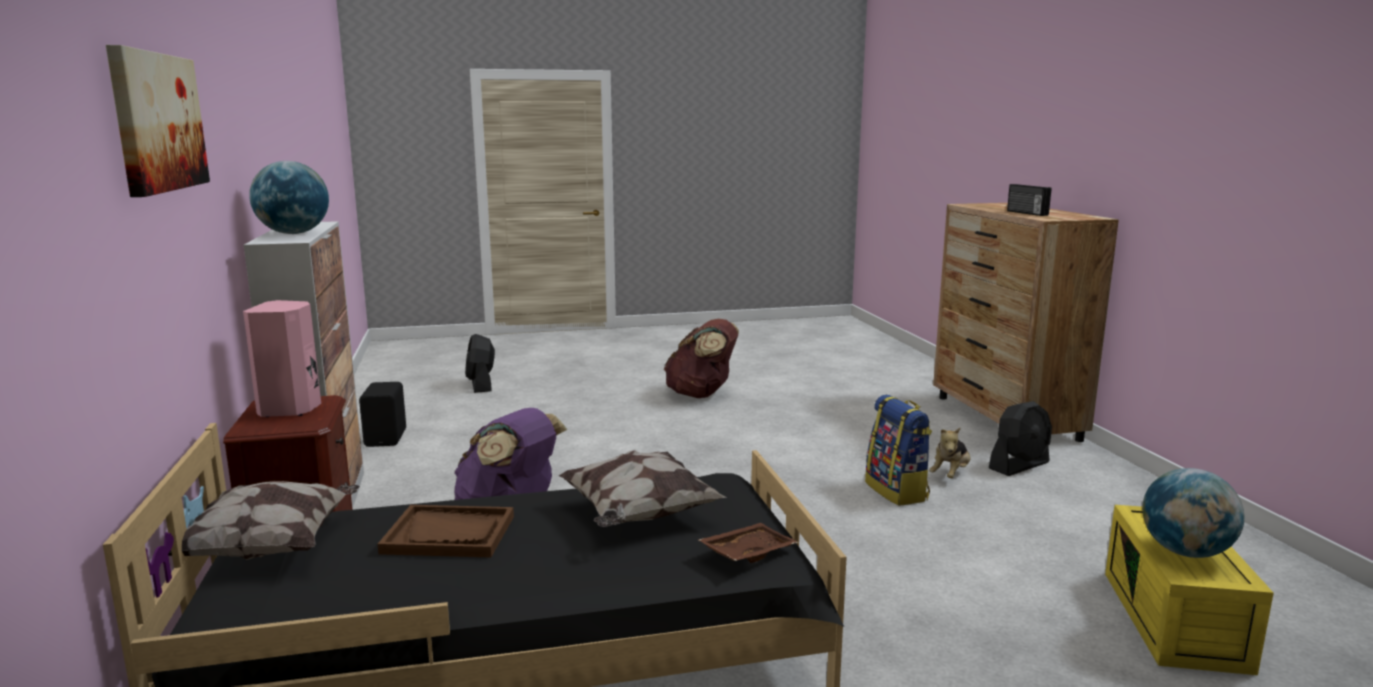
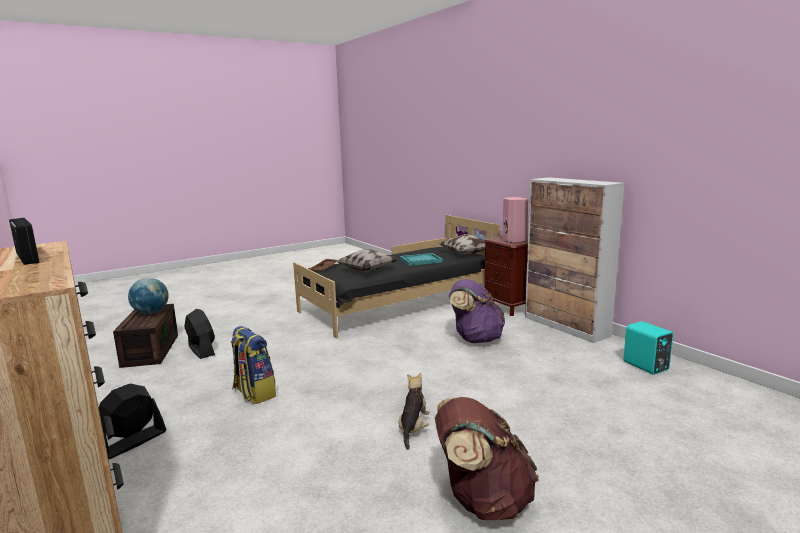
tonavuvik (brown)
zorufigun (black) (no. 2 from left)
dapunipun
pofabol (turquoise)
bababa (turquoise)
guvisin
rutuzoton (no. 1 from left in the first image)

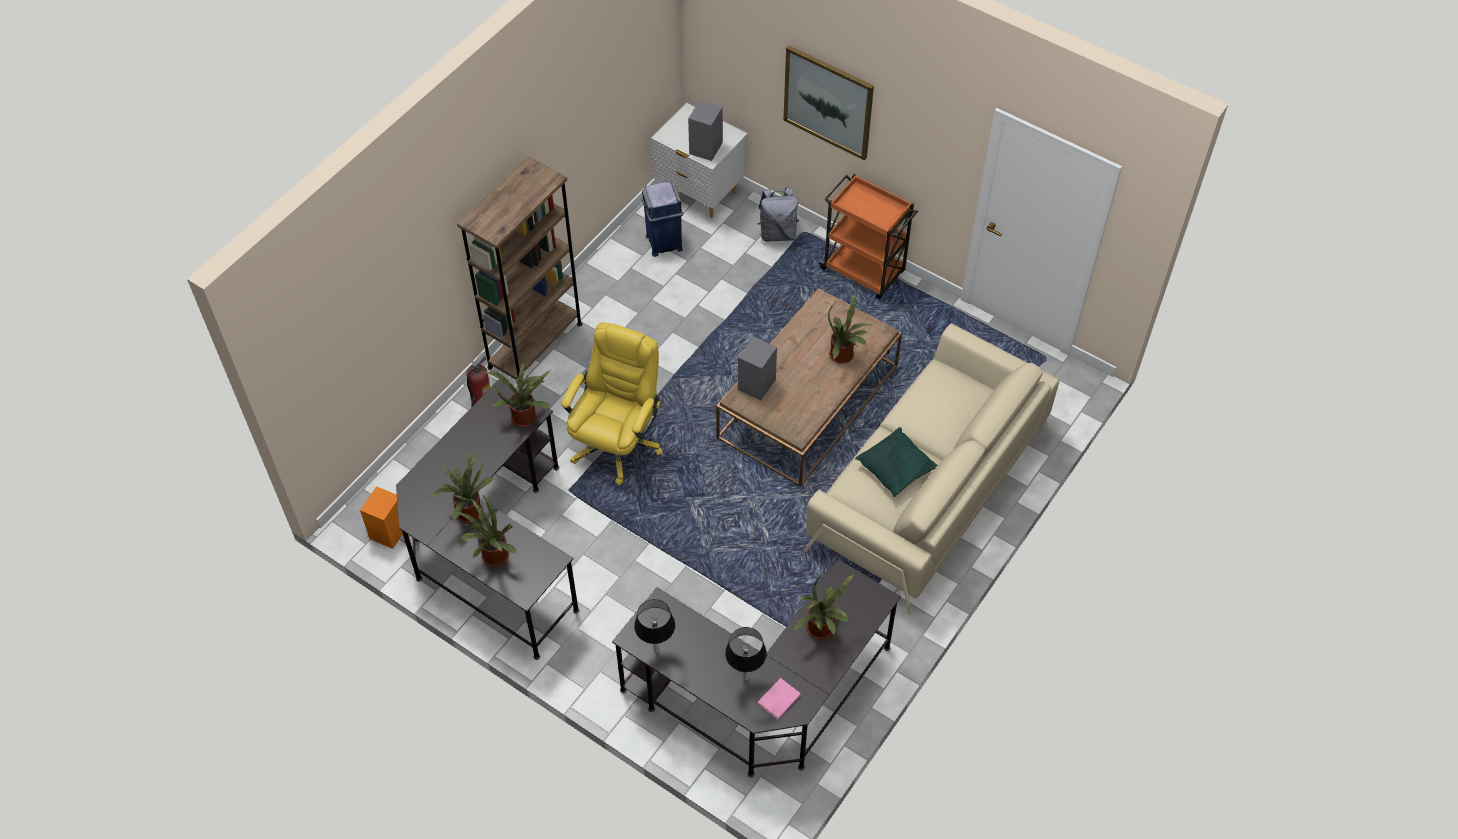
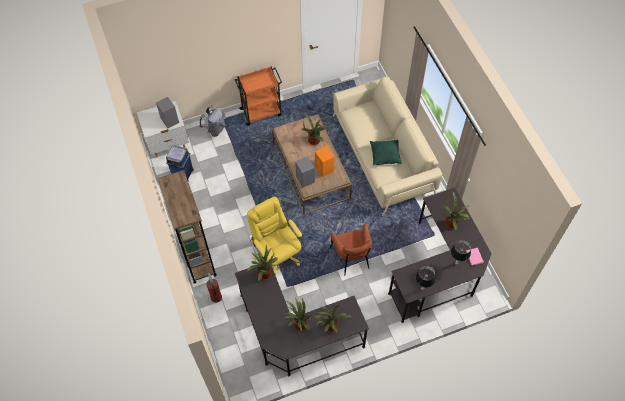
bababa (orange)
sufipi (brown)
guvisin

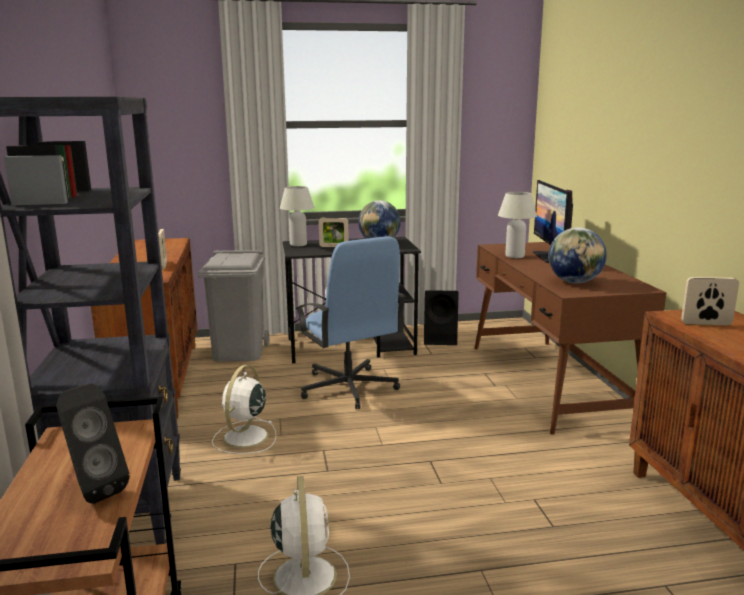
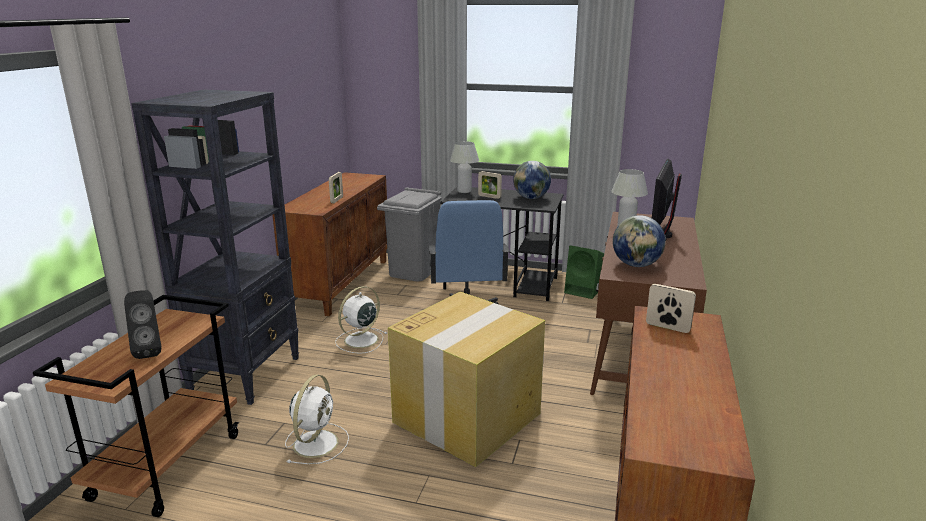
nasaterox
bababa (green)

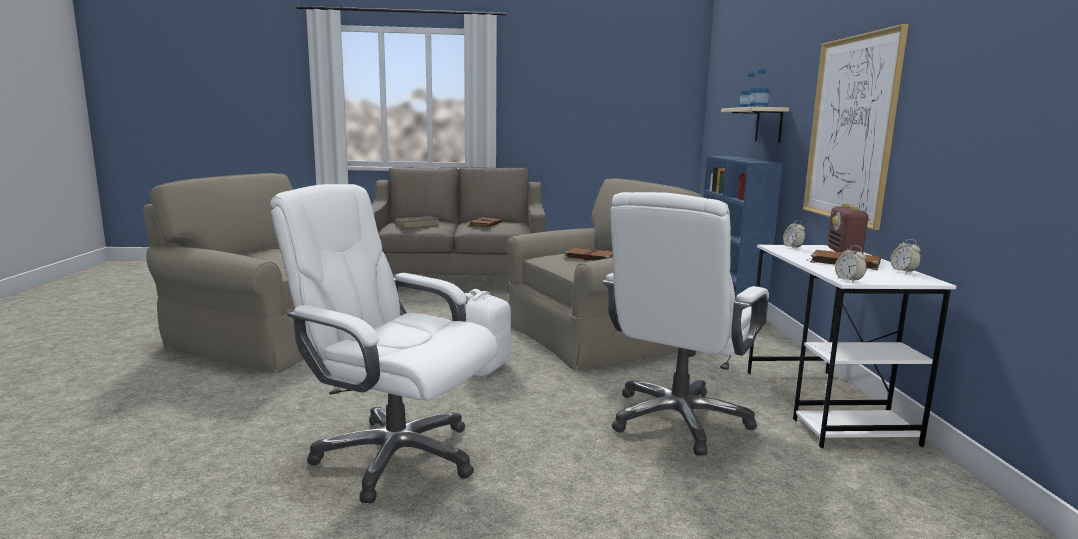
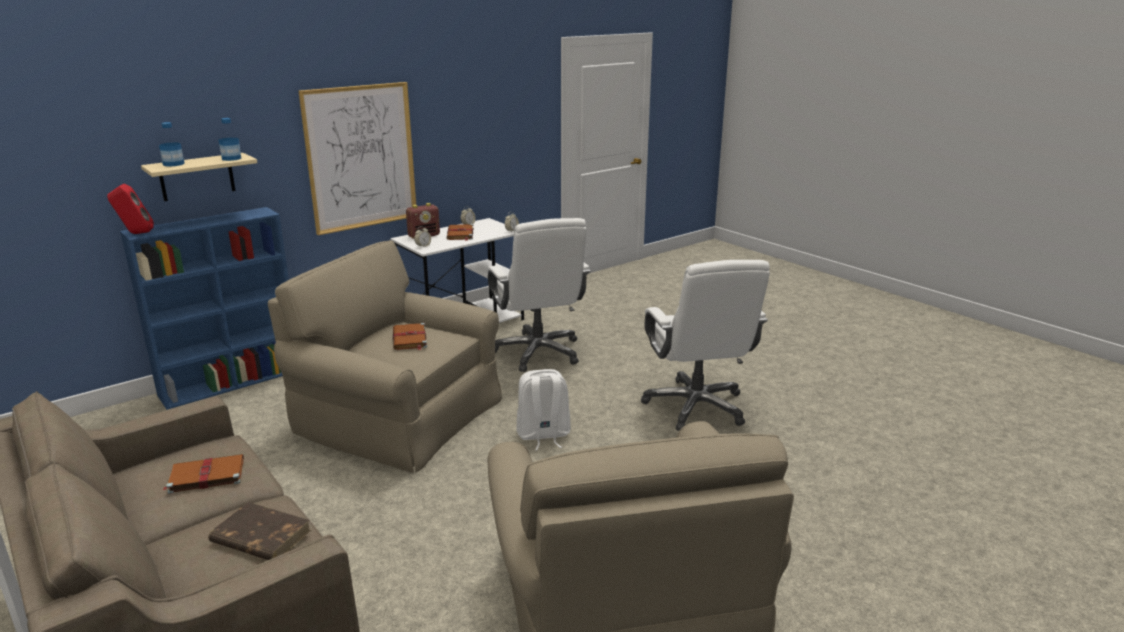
bababa (red)
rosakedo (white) (no. 1 from left)

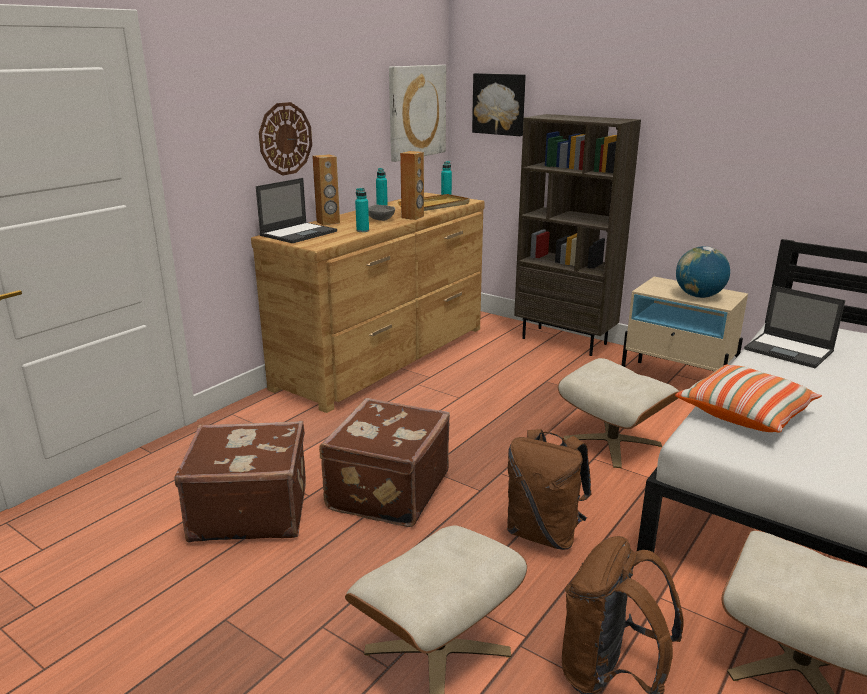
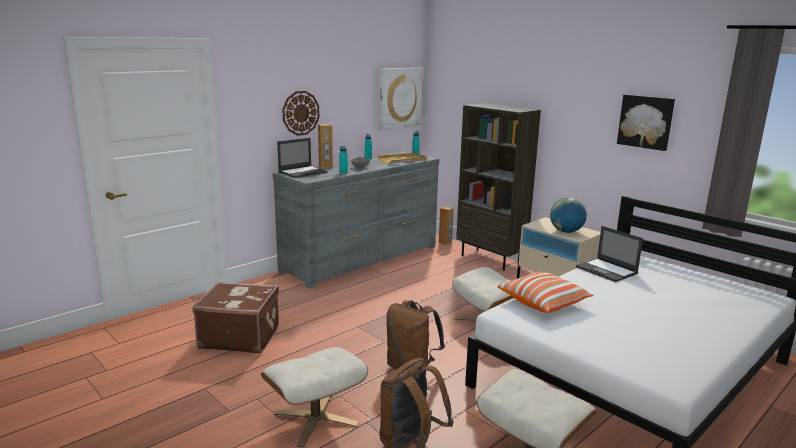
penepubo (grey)
bababa (brown) (no. 2 from left)
guvisin (no. 2 from left)
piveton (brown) (no. 2 from left in the first image)

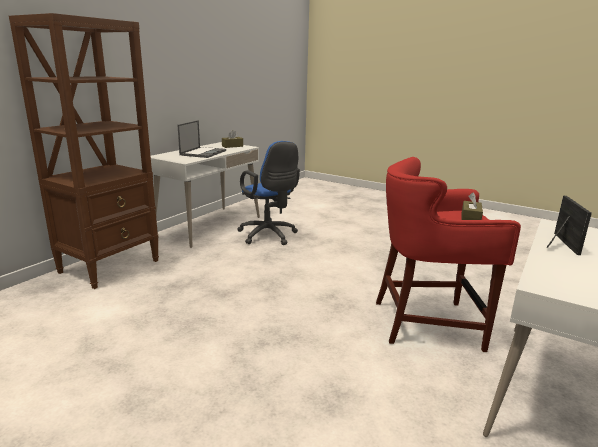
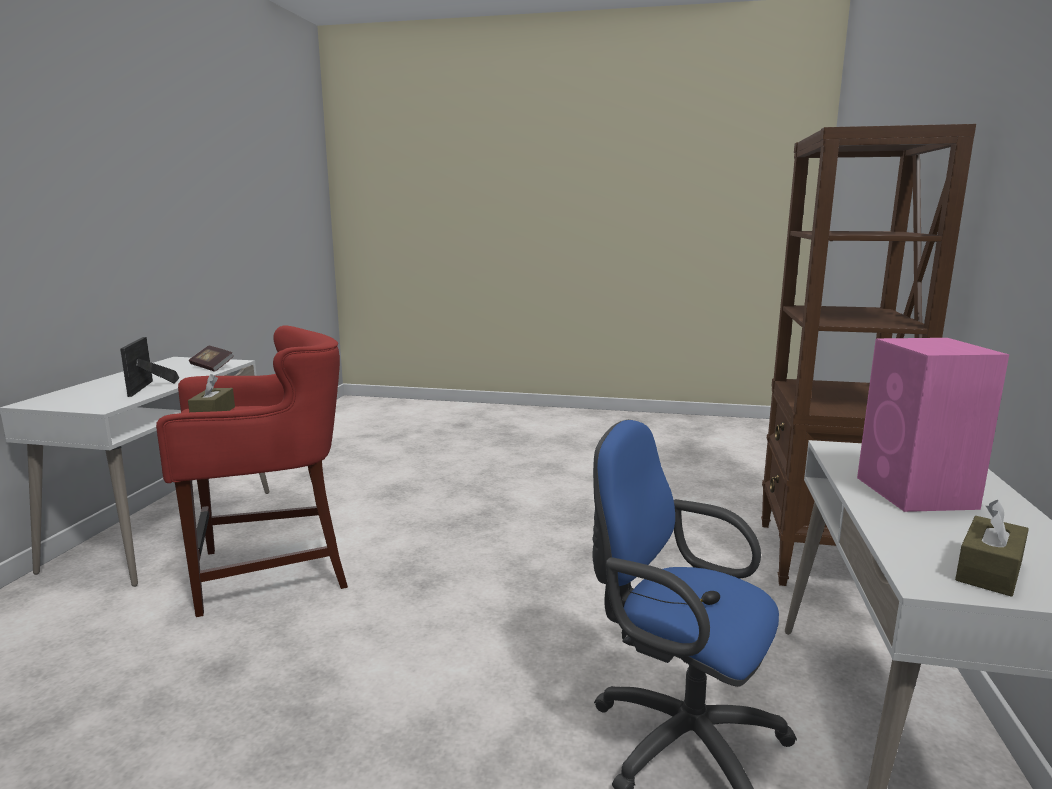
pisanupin
bababa (pink)

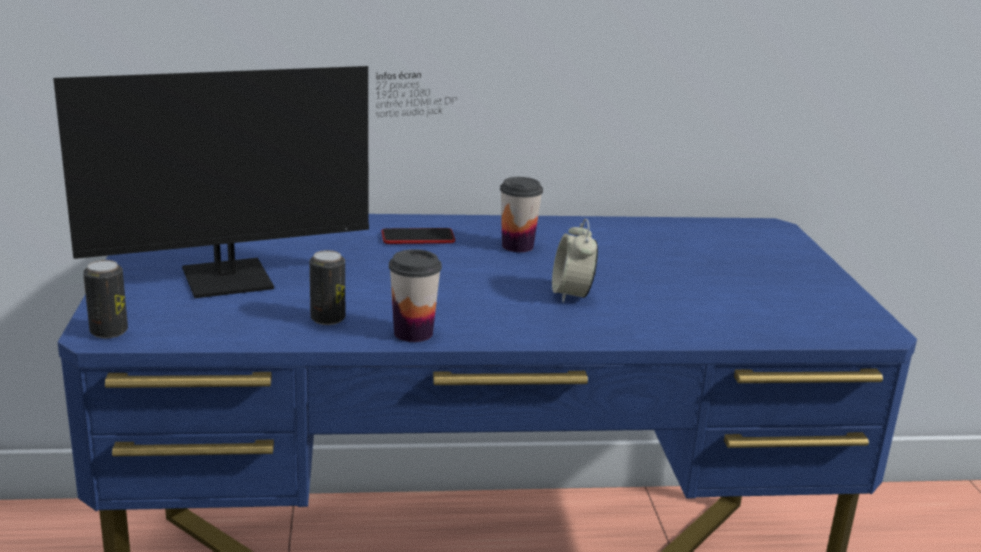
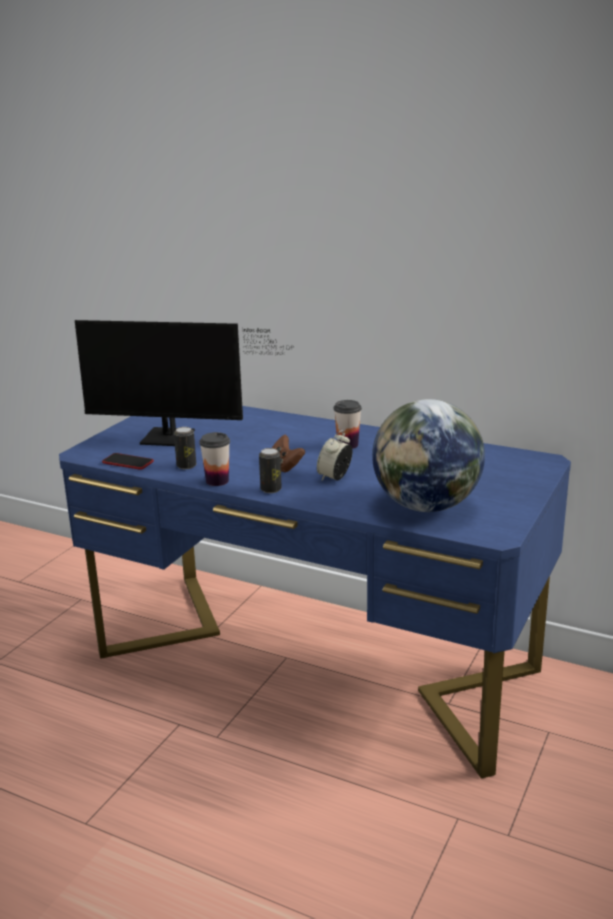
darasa
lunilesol (no. 2 from left)
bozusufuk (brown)
rutuzoton

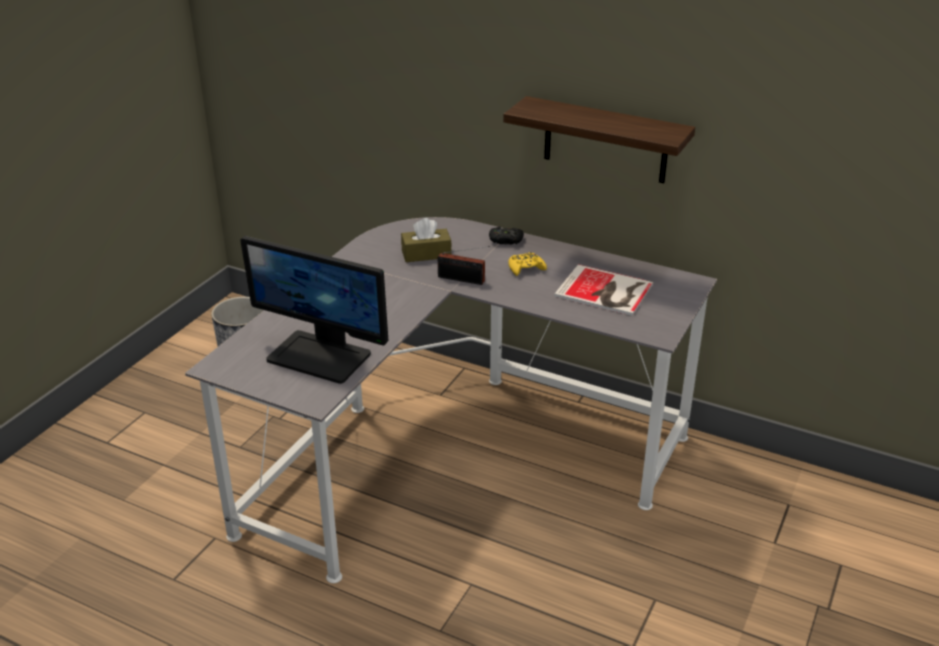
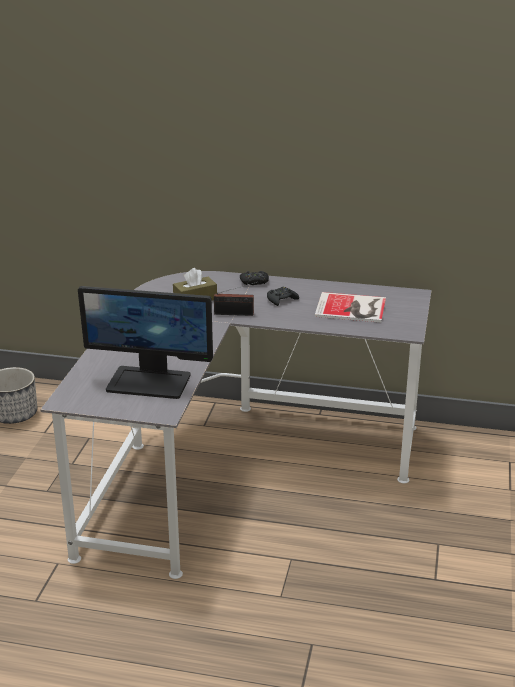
bozusufuk (black) (no. 2 from left)
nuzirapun

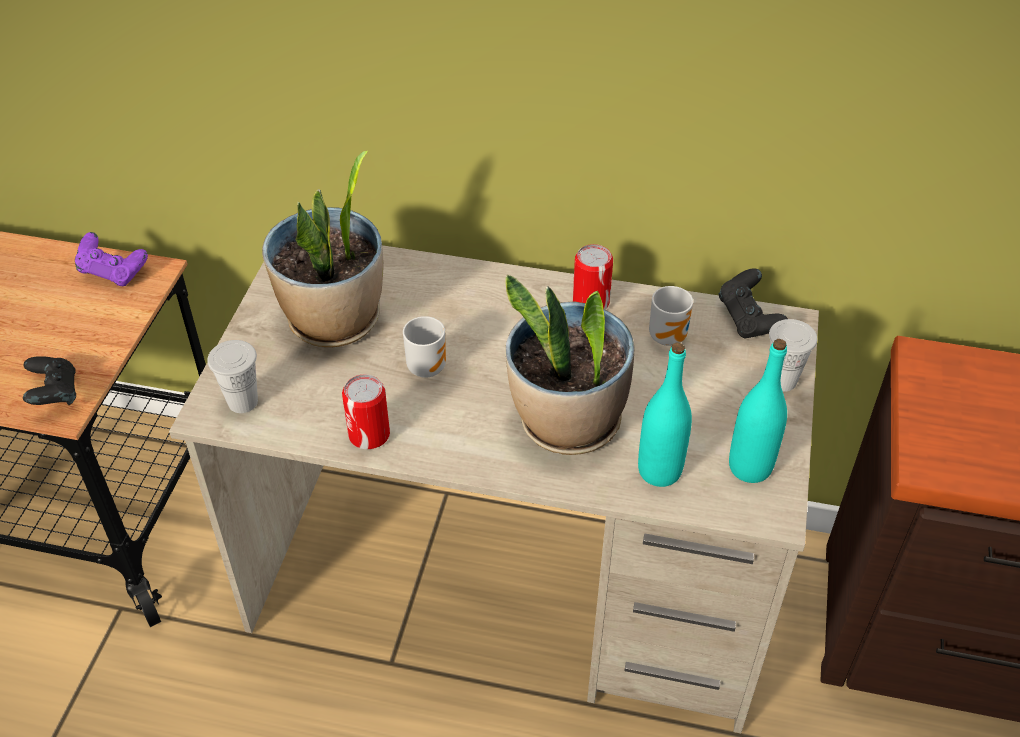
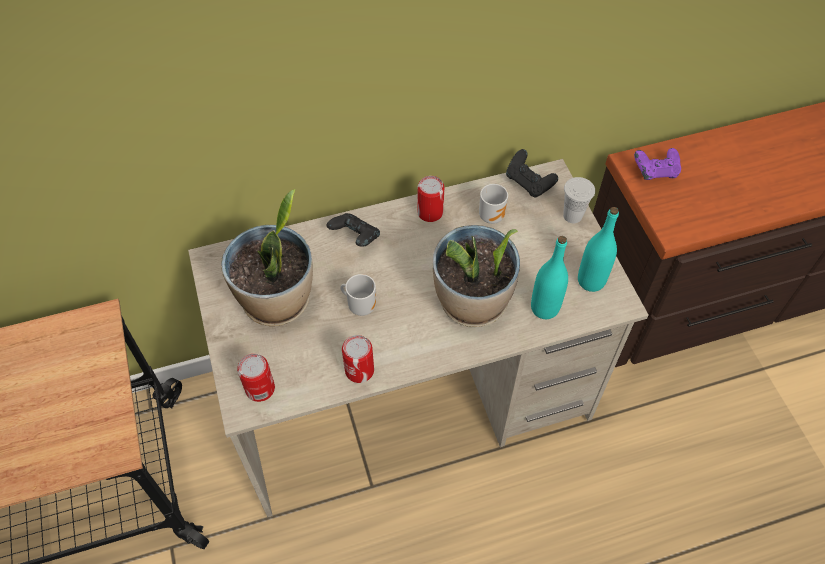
lunilesol (no. 1 from left)
bozusufuk (black) (no. 1 from left)
bozusufuk (purple)

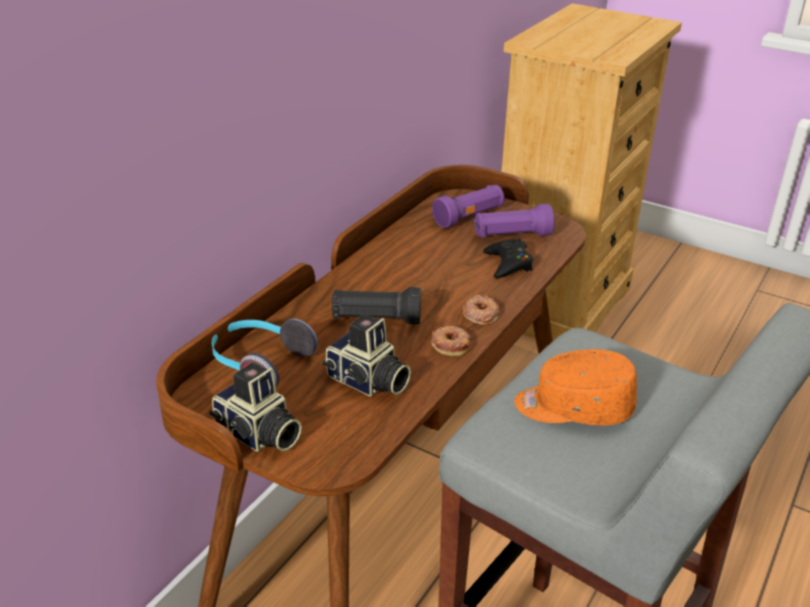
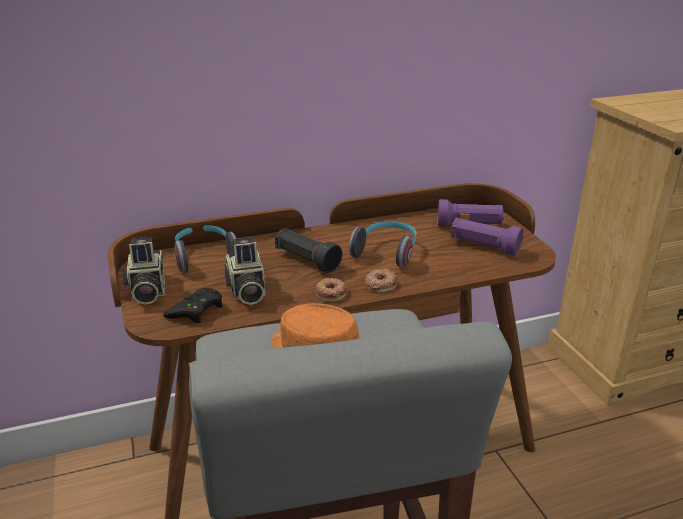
bozusufuk (black)
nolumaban (no. 2 from left)

